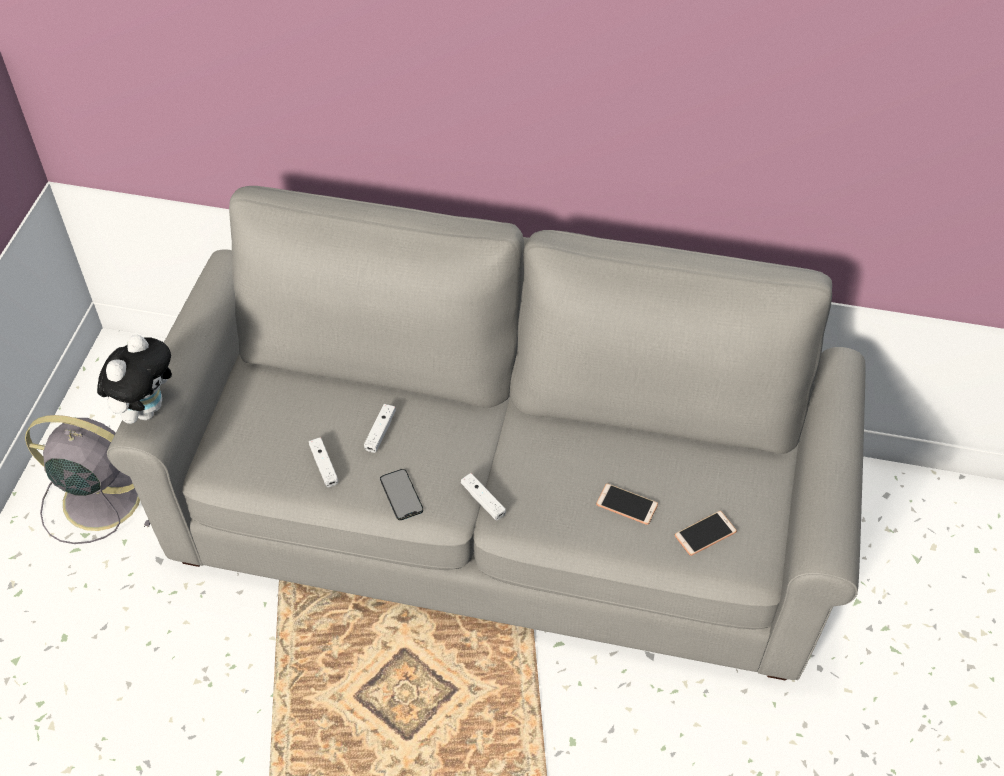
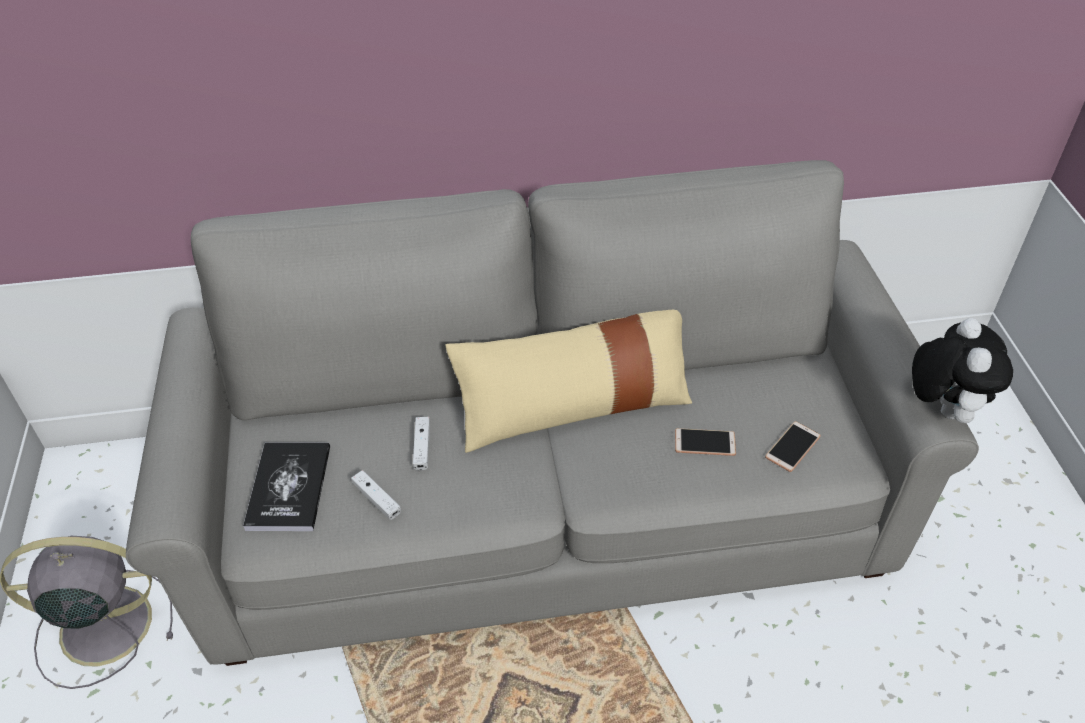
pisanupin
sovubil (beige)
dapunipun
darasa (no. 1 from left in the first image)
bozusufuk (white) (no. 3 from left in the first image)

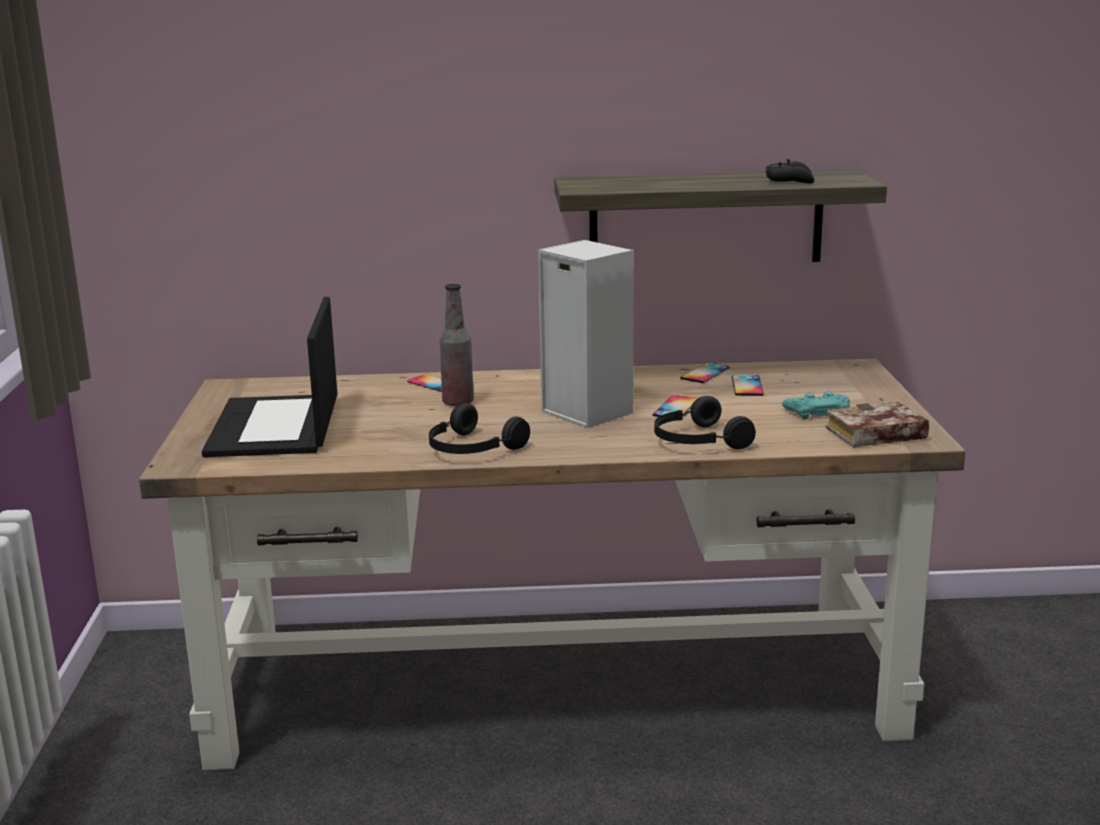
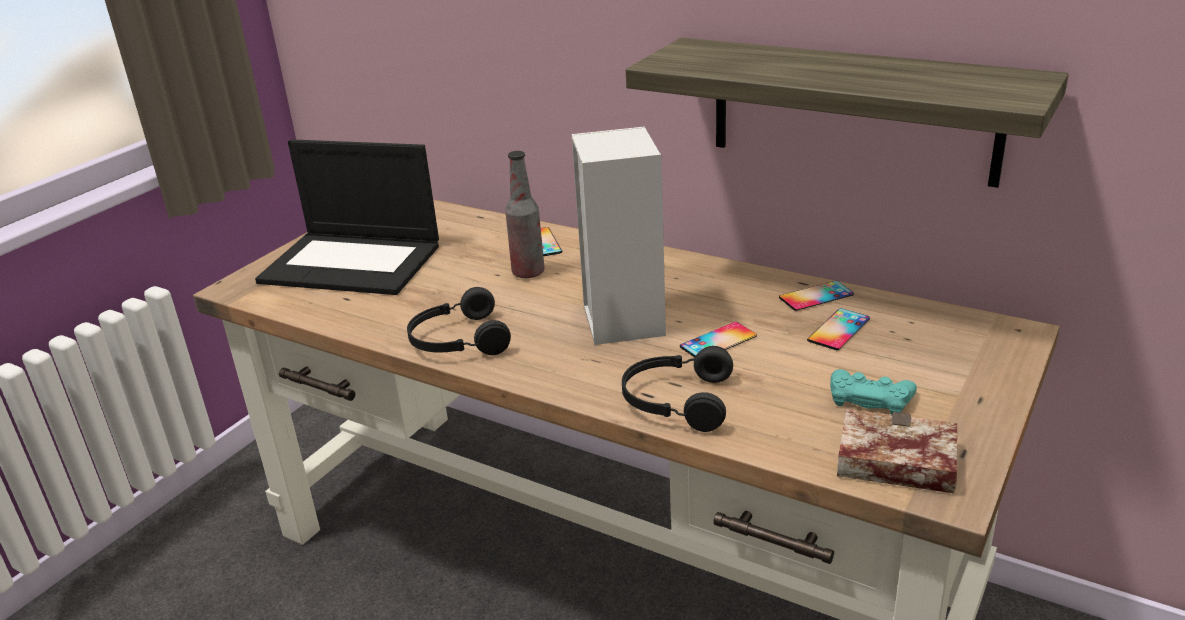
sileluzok
bozusufuk (black)

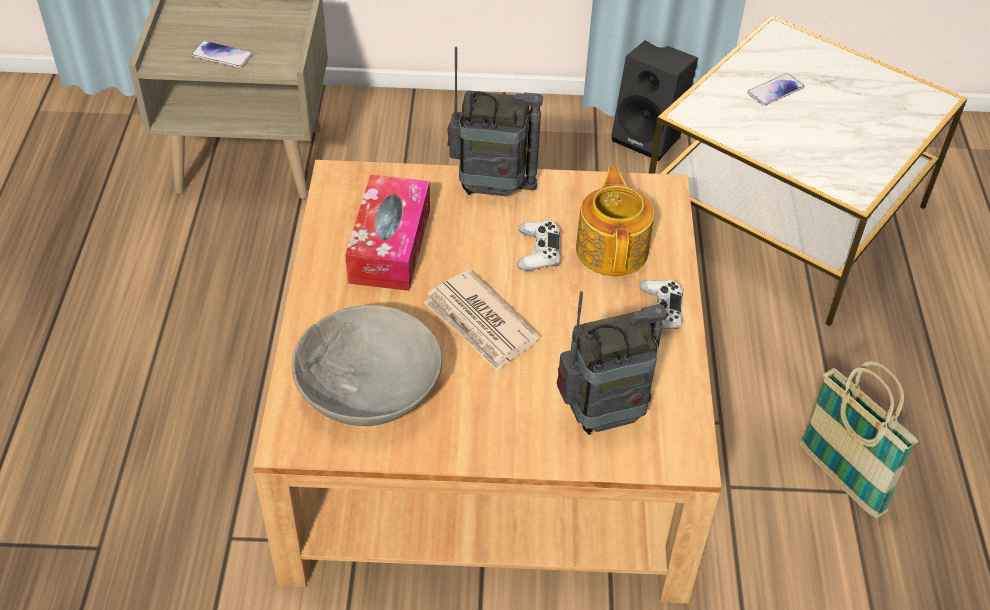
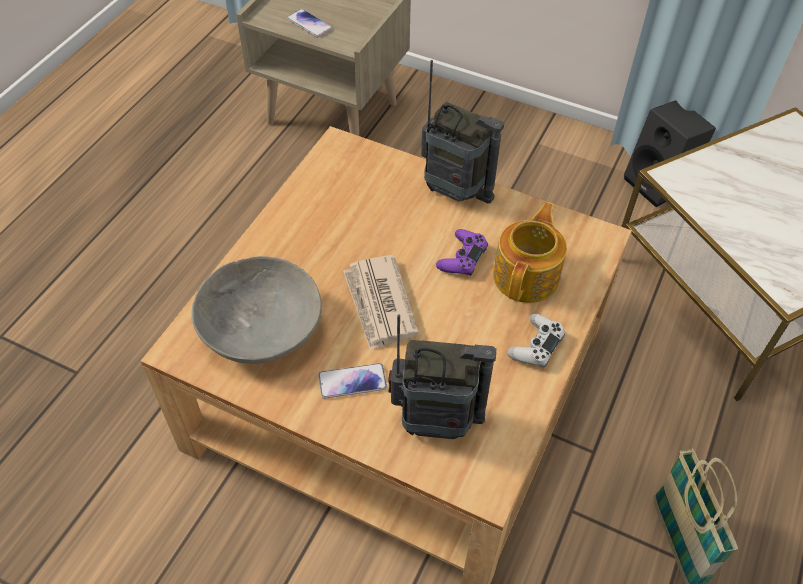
darasa (no. 2 from left)
bozusufuk (purple)
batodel

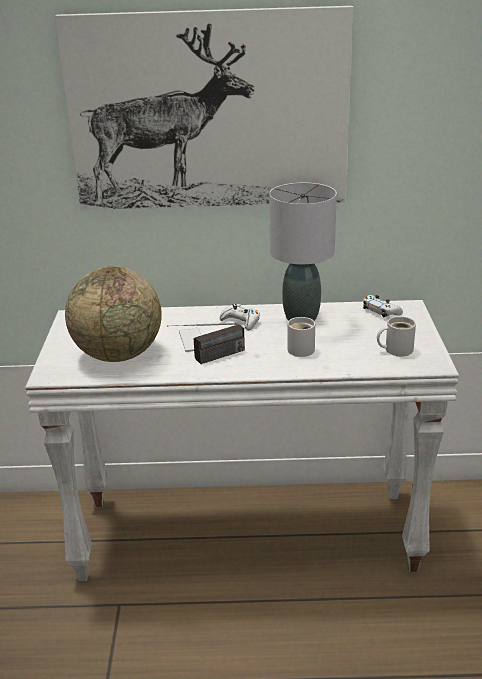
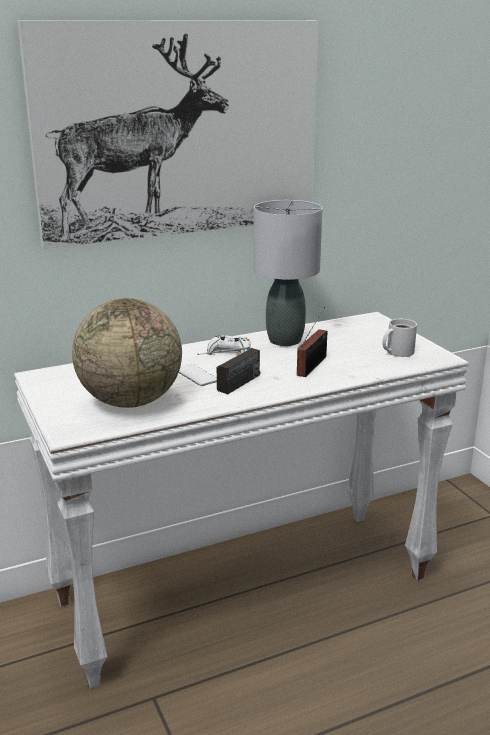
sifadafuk (no. 2 from left)
bozusufuk (white) (no. 2 from left in the first image)

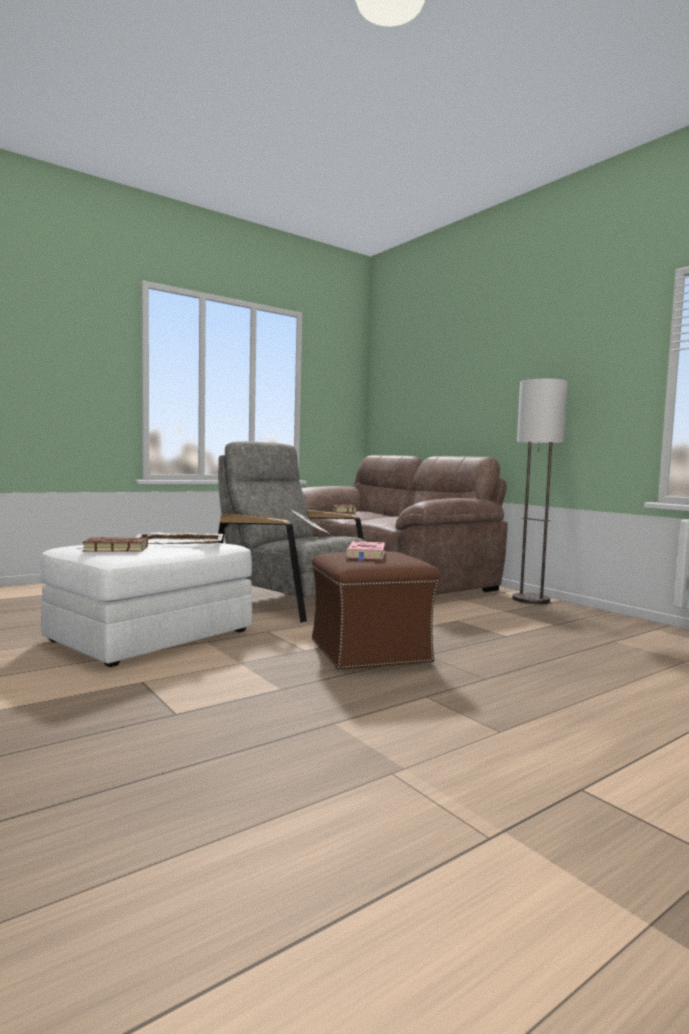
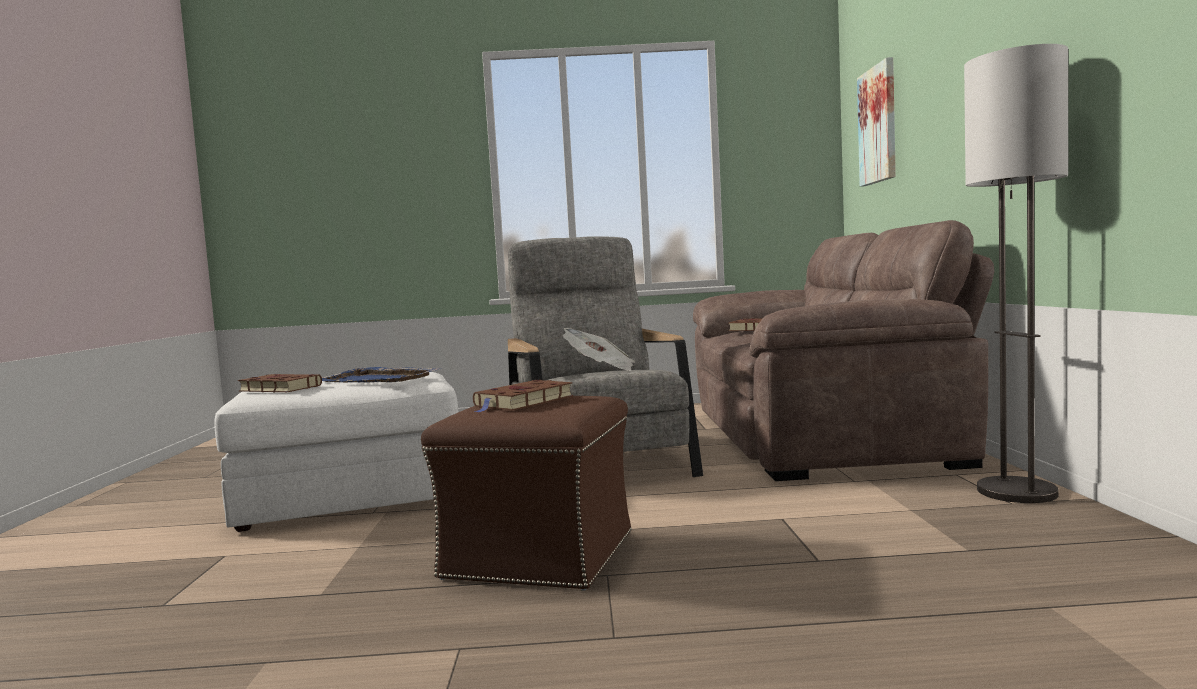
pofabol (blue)
pisanupin (brown) (no. 2 from left)
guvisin

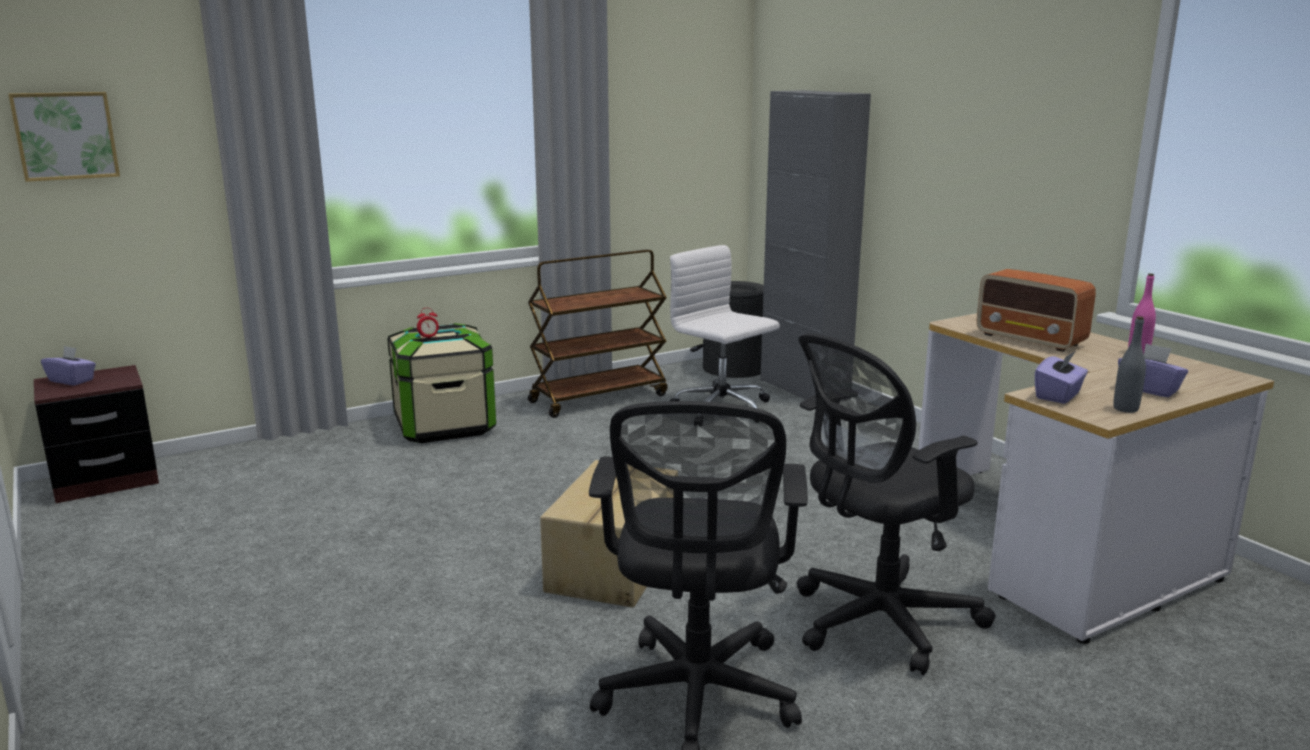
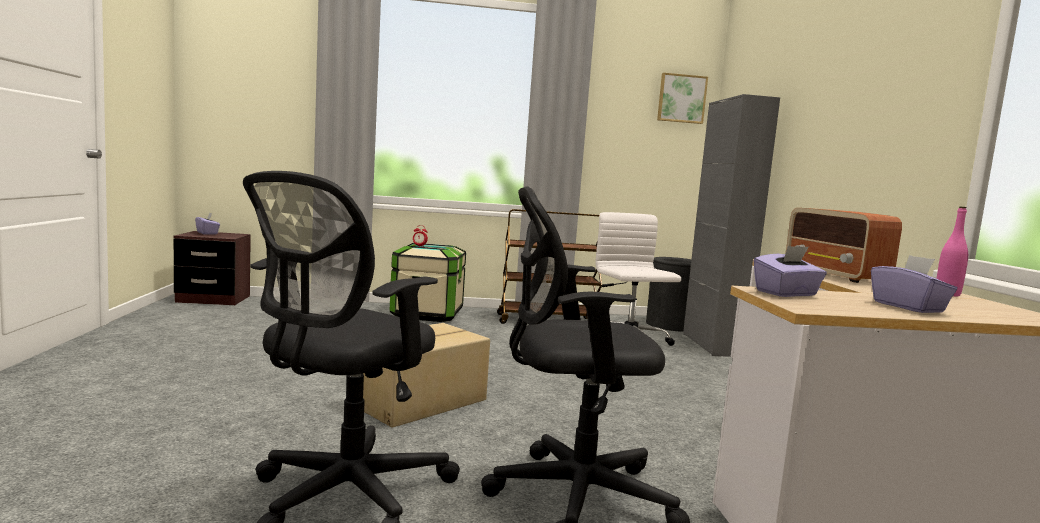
guvisin
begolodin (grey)

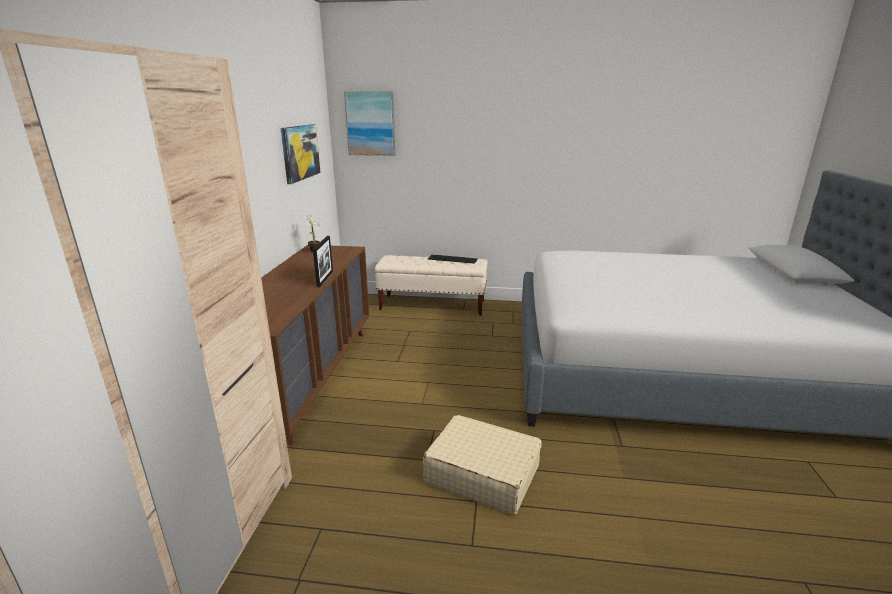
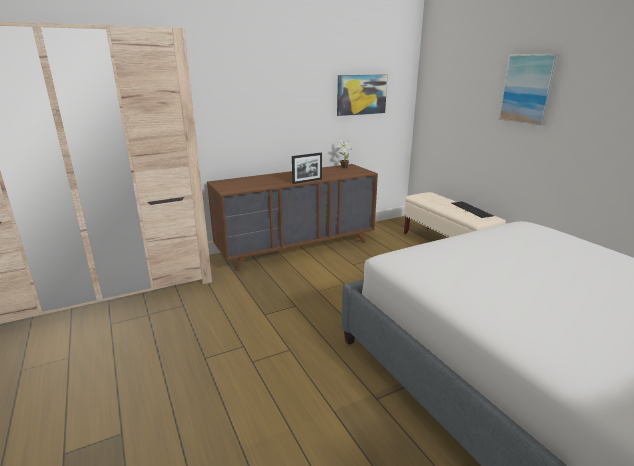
guvisin (no. 2 from left)
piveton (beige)

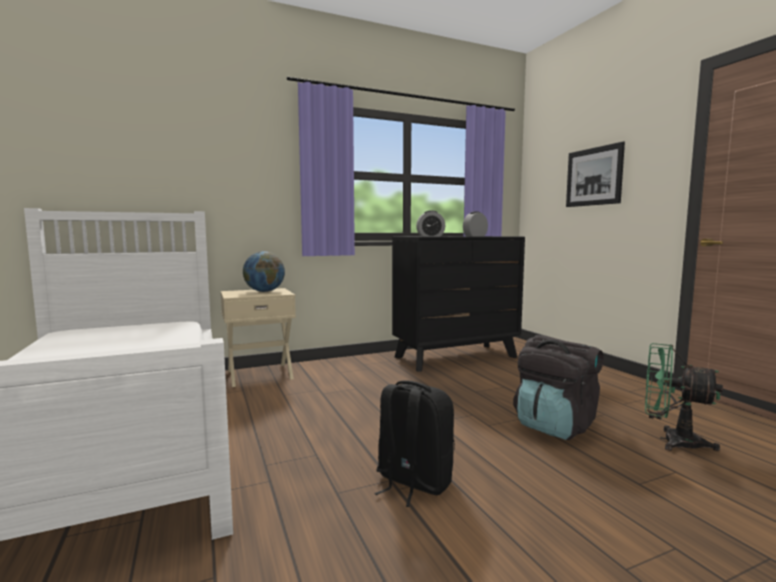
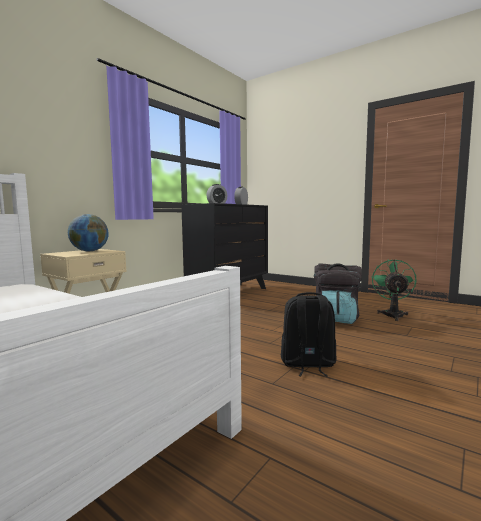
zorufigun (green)
guvisin

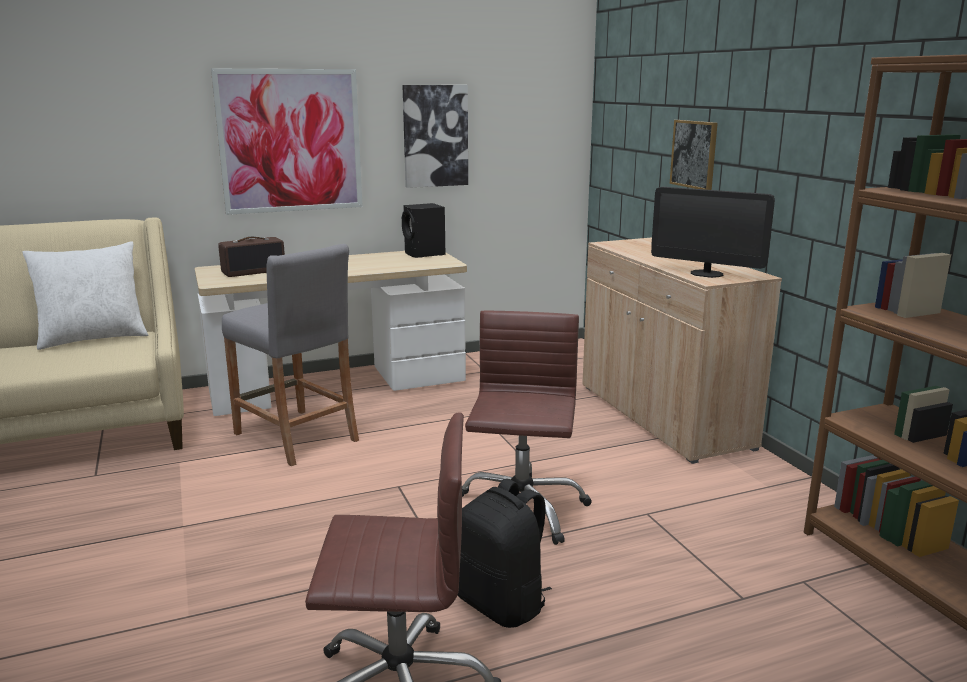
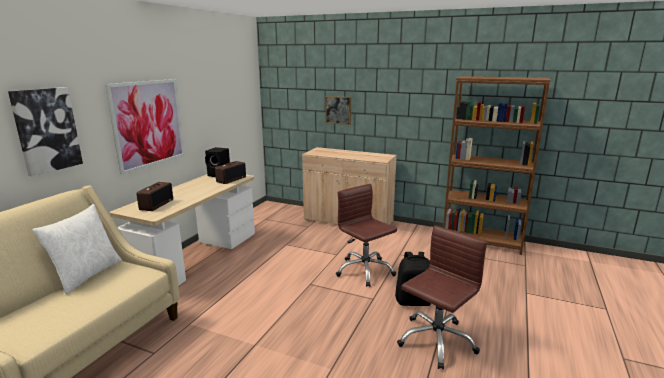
guvisin (no. 1 from left)
sifadafuk (no. 2 from left)
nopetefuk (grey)
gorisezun

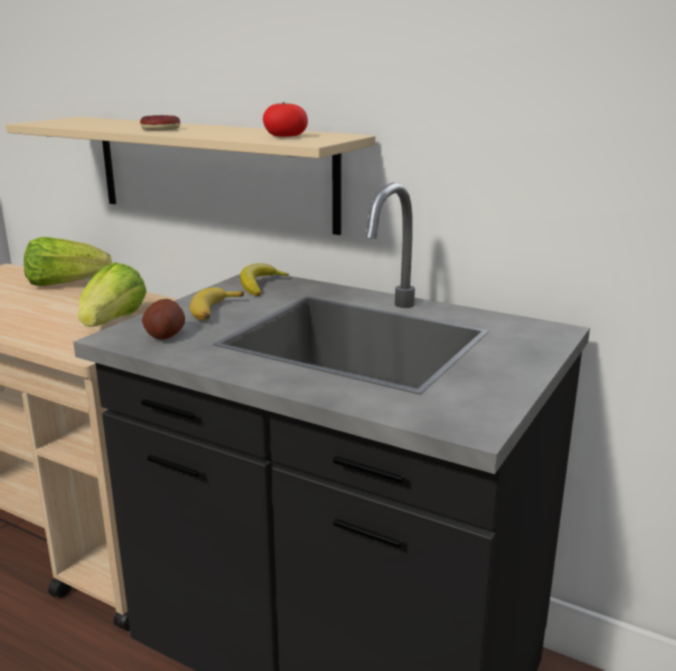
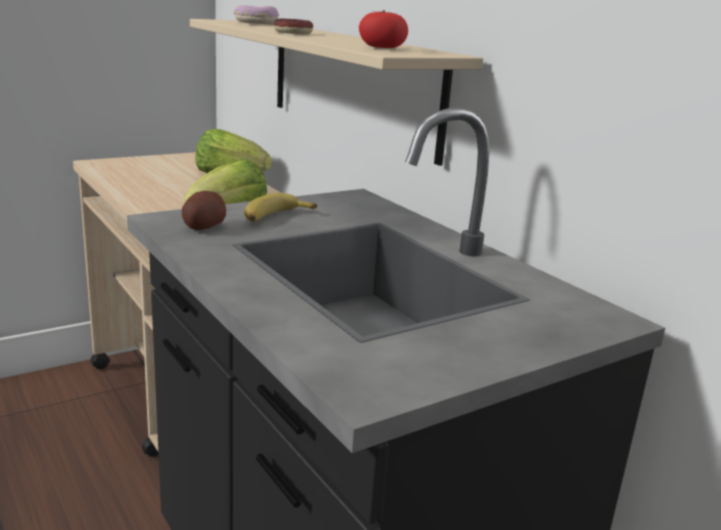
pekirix (no. 1 from left)
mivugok (no. 2 from left in the first image)

